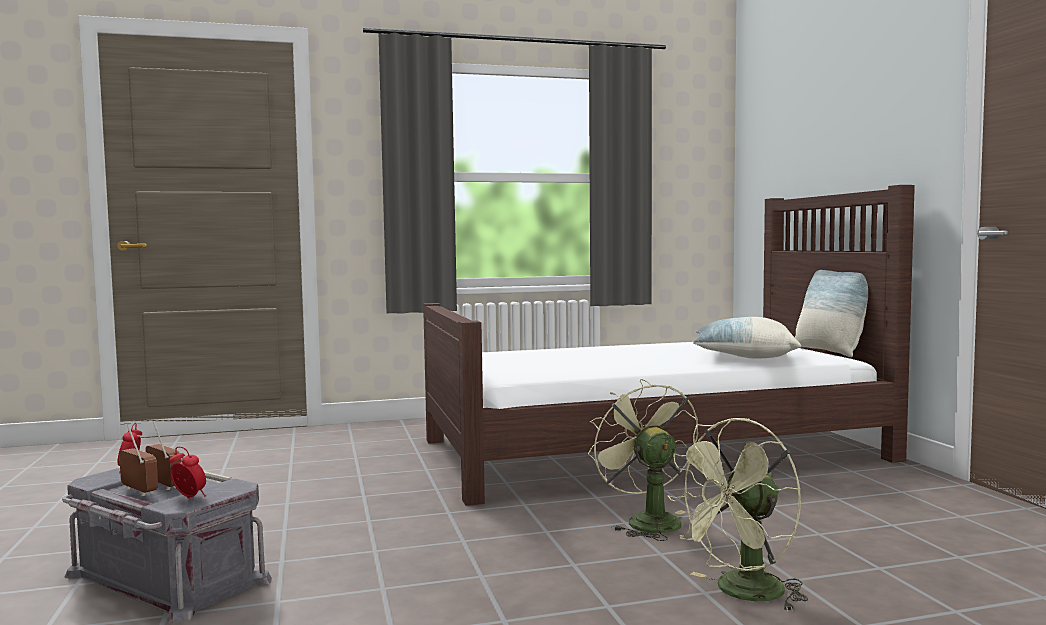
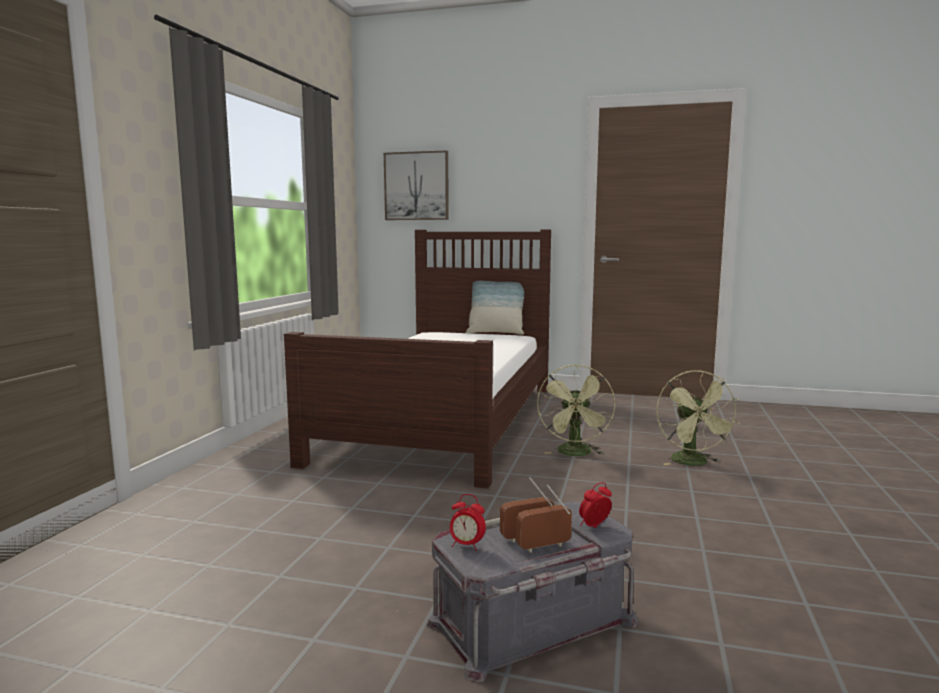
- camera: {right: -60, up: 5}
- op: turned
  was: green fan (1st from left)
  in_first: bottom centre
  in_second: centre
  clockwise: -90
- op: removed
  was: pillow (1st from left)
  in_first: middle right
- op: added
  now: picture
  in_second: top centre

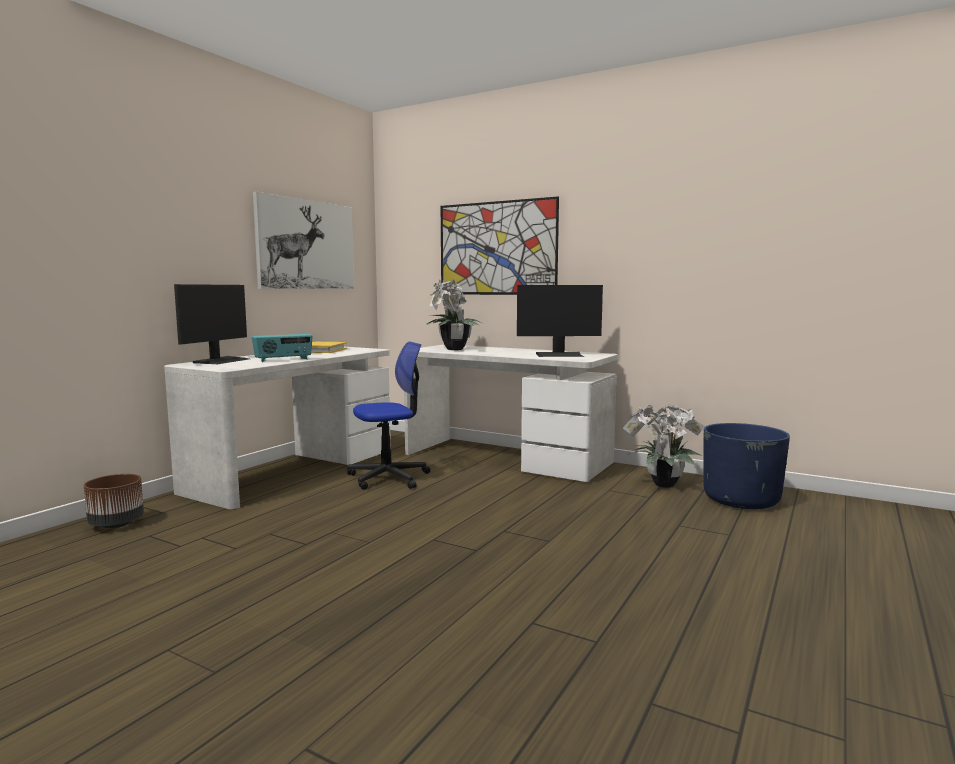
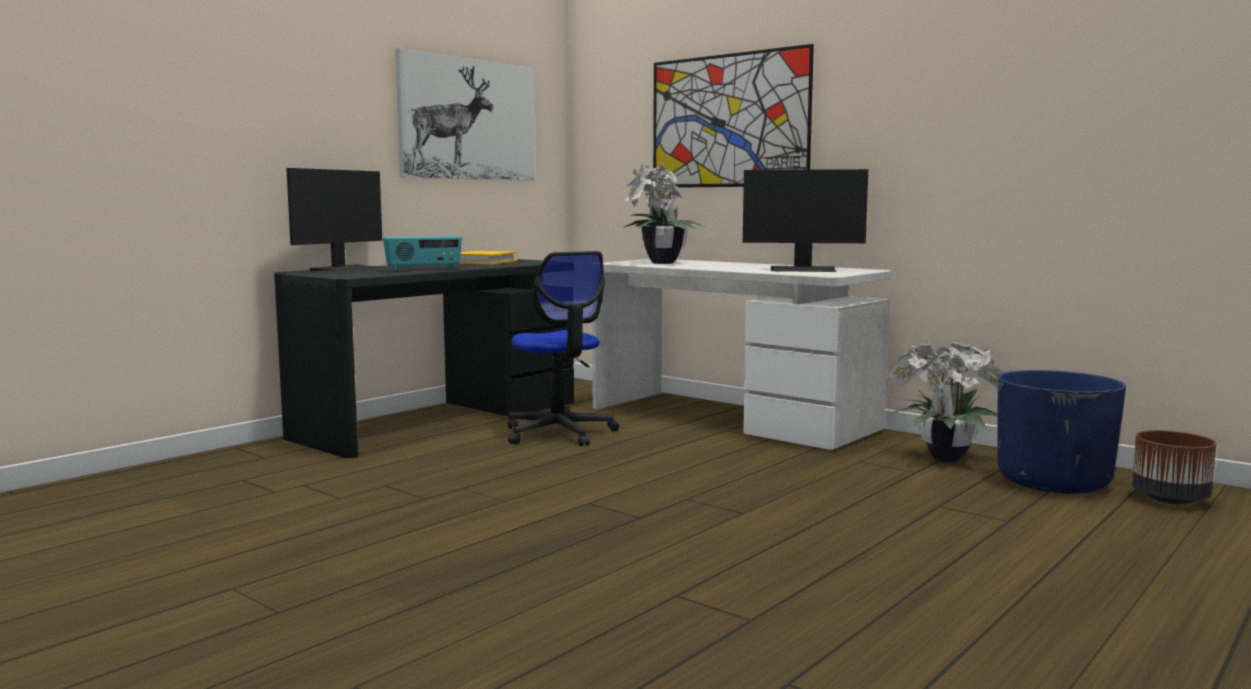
- camera: {right: 10, up: 0}
- op: moved
  was: brown planter
  in_first: middle left
  in_second: bottom right
- op: recoloured
  was: white desk (1st from left)
  now: black desk
  in_first: middle left
  in_second: centre
- op: turned
  was: office chair
  in_first: centre
  in_second: centre
  clockwise: 75

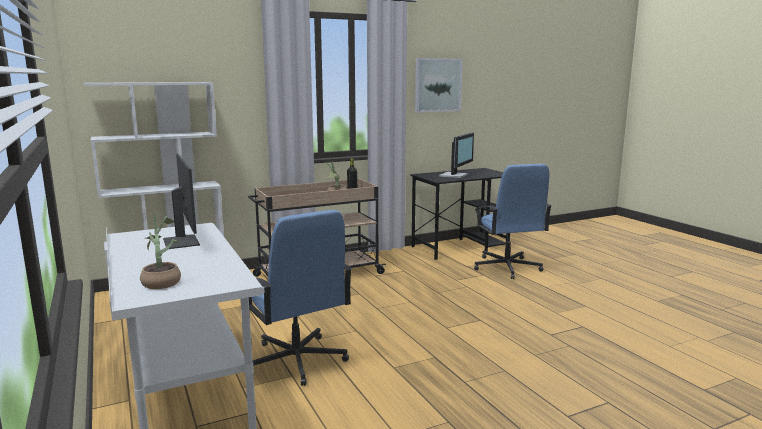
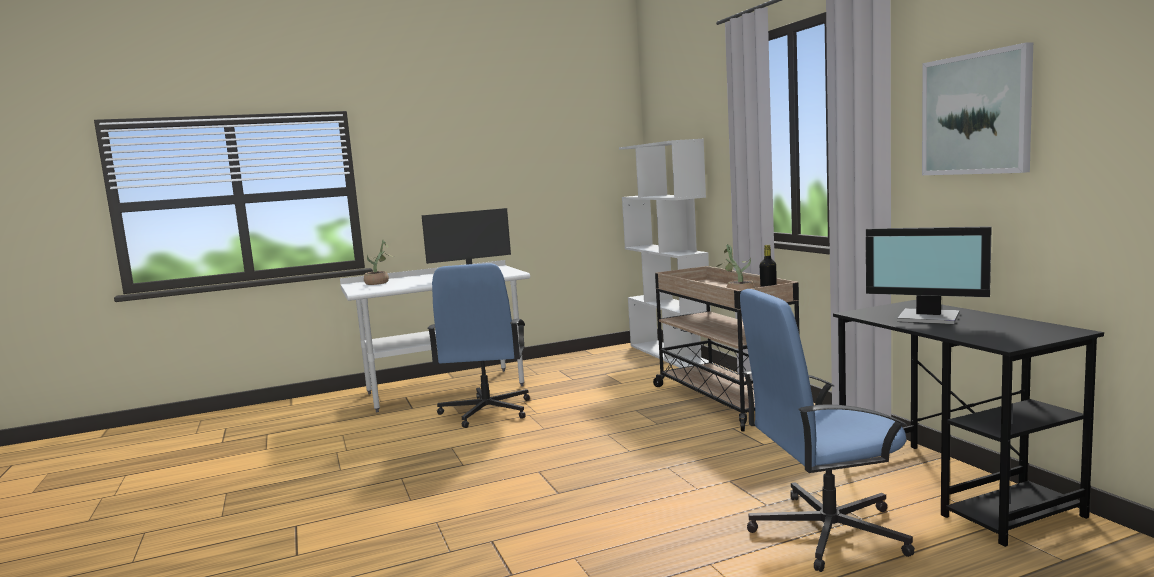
- camera: {right: 95, up: -5}
- op: turned
  was: blue office chair (1st from left)
  in_first: bottom centre
  in_second: centre
  clockwise: -60

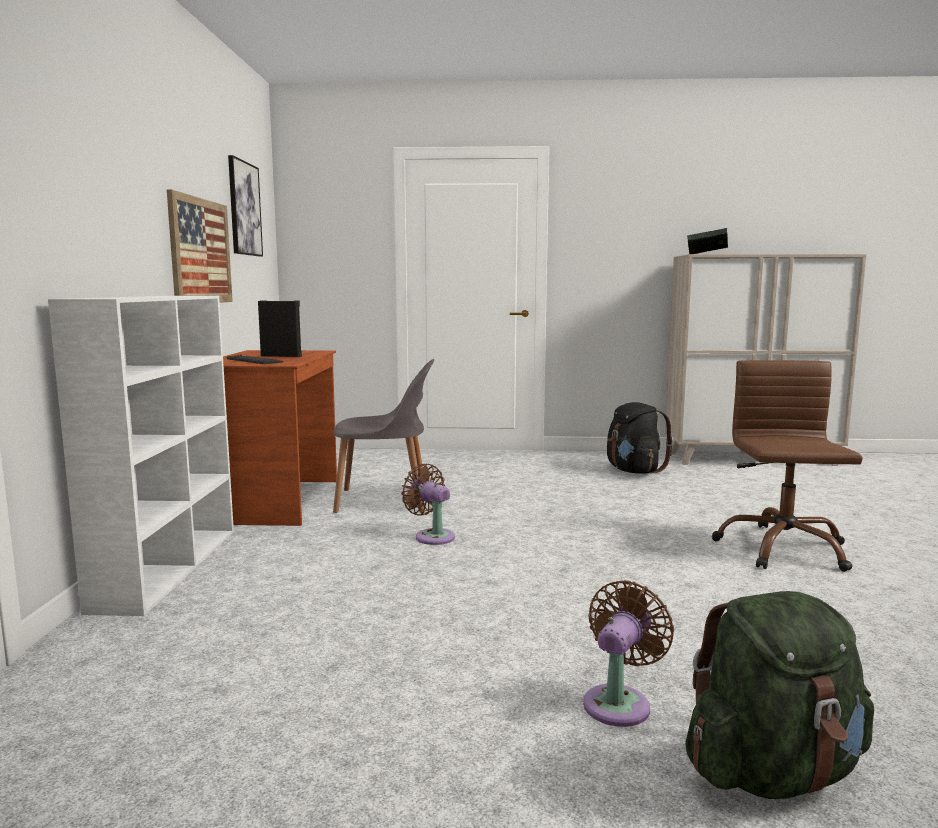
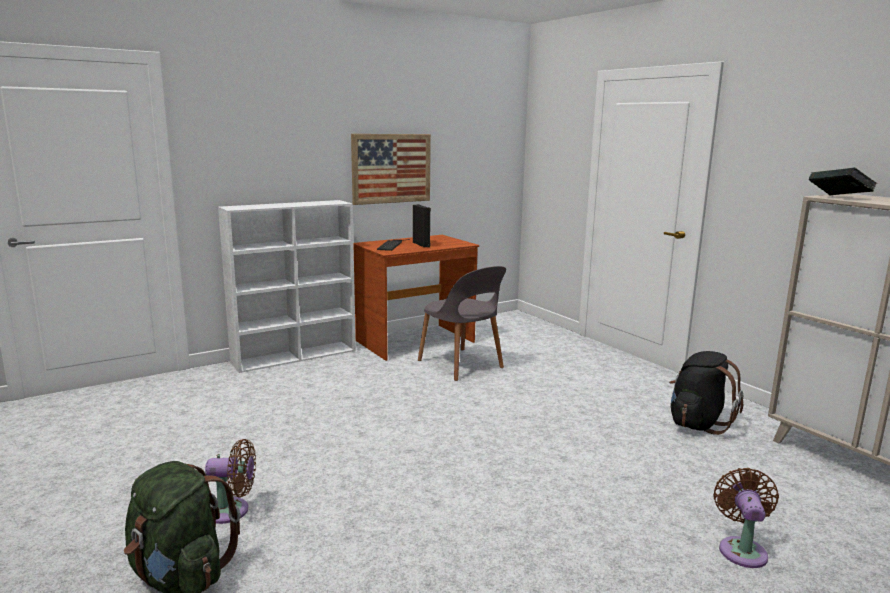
- camera: {right: 55, up: 5}
- op: removed
  was: picture (2nd from left)
  in_first: top left
- op: moved
  was: brown fan (1st from left in the first image)
  now: brown fan (2nd from left)
  in_first: centre
  in_second: bottom right
- op: removed
  was: brown office chair
  in_first: middle right

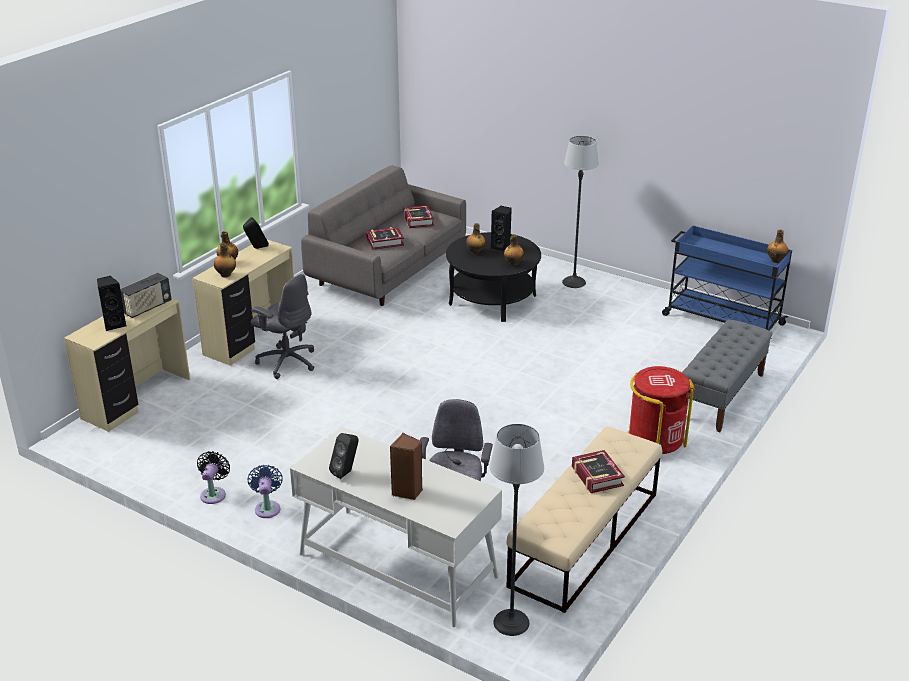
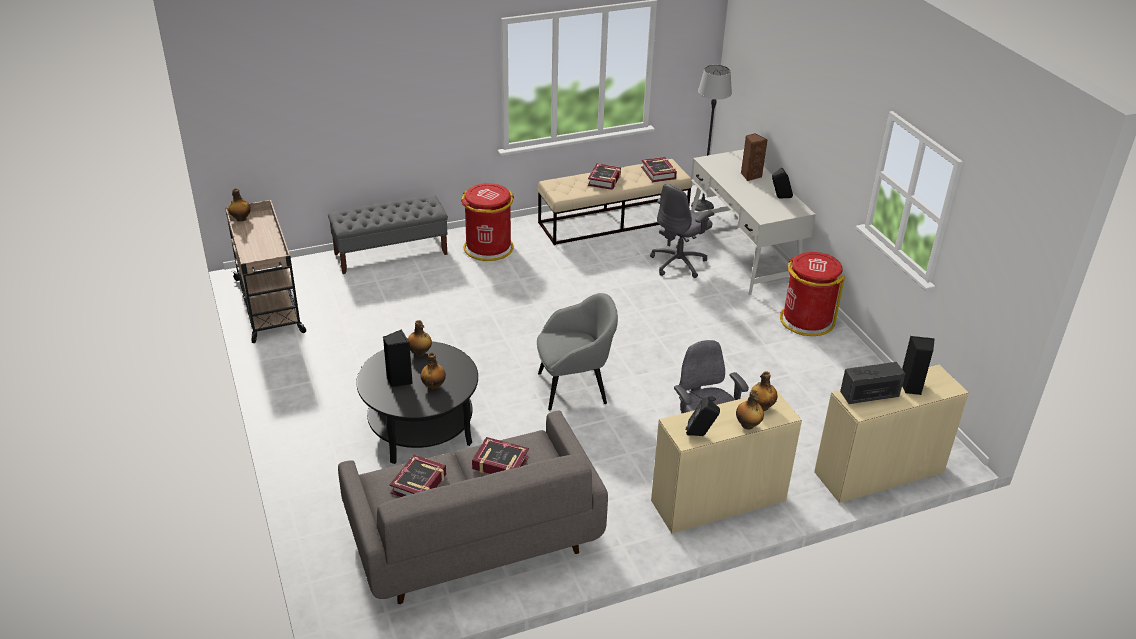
- camera: {right: -145, up: 5}
- op: removed
  was: black fan
  in_first: bottom left
- op: replaced
  was: blue fan
  now: red trash can (2nd from left)
  in_first: bottom left
  in_second: middle right
- op: removed
  was: floor lamp (2nd from left)
  in_first: top centre
- op: recoloured
  was: blue cart
  now: beige cart
  in_first: middle right
  in_second: middle left
- op: added
  now: grey armchair
  in_second: centre
- op: added
  now: book (4th from left)
  in_second: top centre

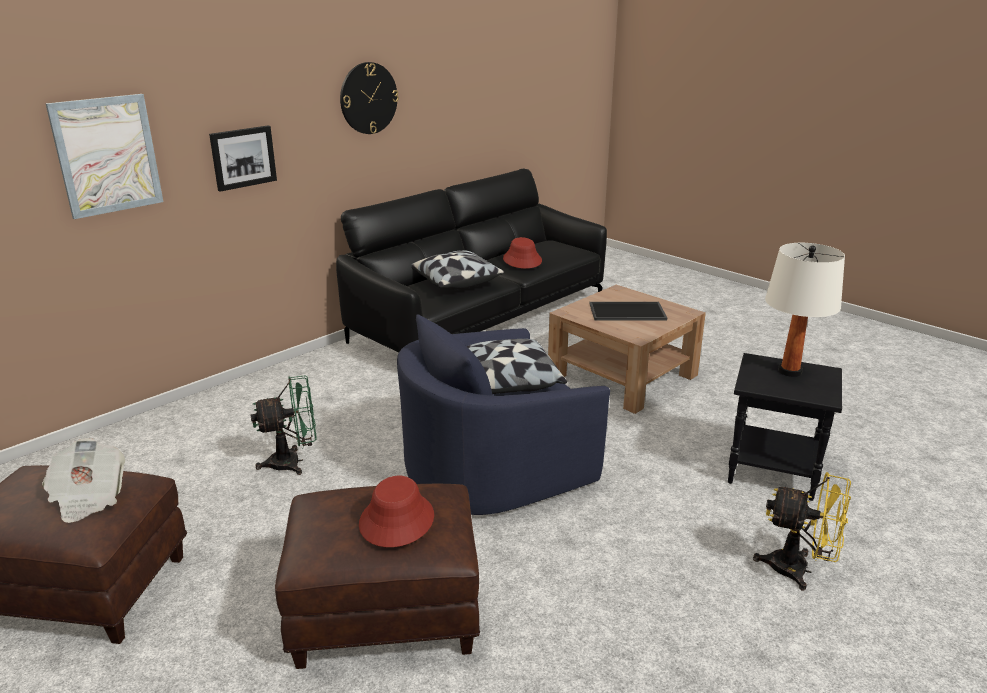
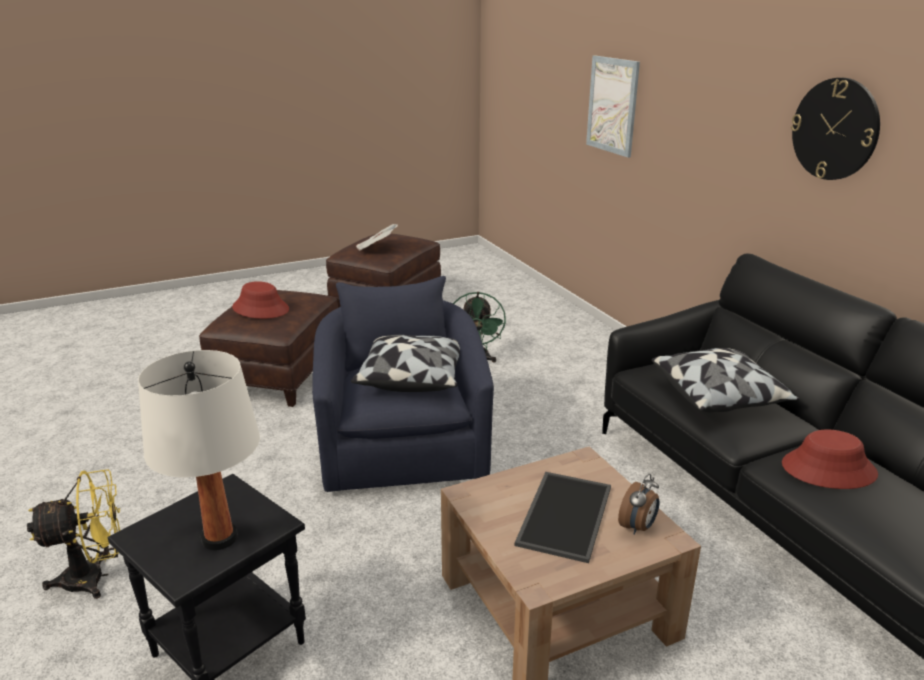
- camera: {right: 110, up: 0}
- op: removed
  was: picture (2nd from left)
  in_first: top left
- op: turned
  was: yellow fan
  in_first: bottom right
  in_second: bottom left
  clockwise: -150
- op: added
  now: alarm clock
  in_second: bottom right

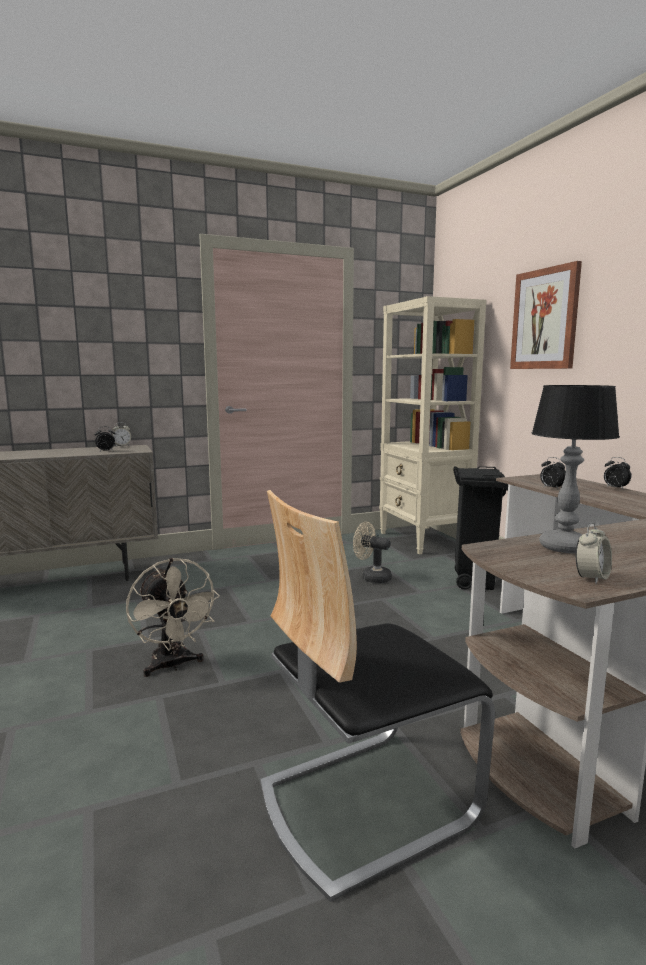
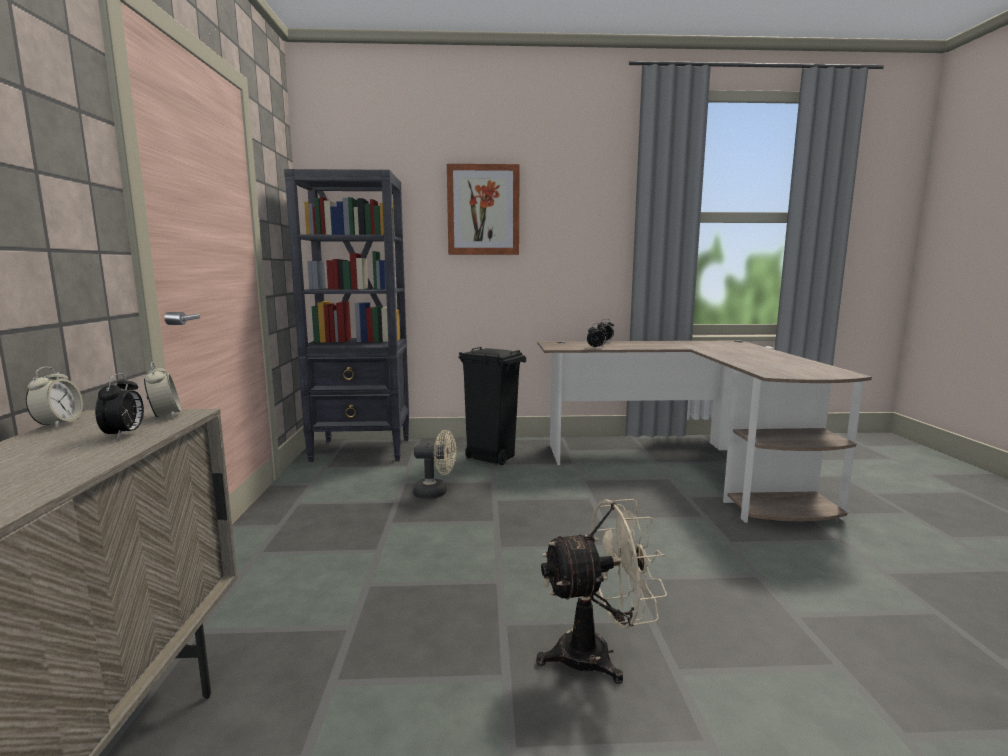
- camera: {right: -70, up: 0}
- op: removed
  was: chair
  in_first: bottom centre
- op: turned
  was: beige fan (2nd from left in the first image)
  in_first: centre
  in_second: centre
  clockwise: -135
- op: recoloured
  was: beige bookcase
  now: black bookcase
  in_first: middle right
  in_second: centre
- op: removed
  was: table lamp
  in_first: middle right
- op: moved
  was: alarm clock (4th from left in the first image)
  now: alarm clock (3rd from left)
  in_first: middle right
  in_second: middle left

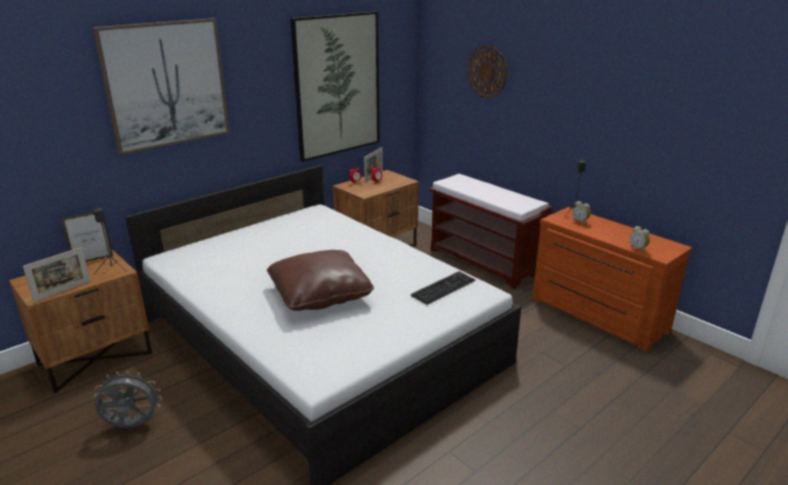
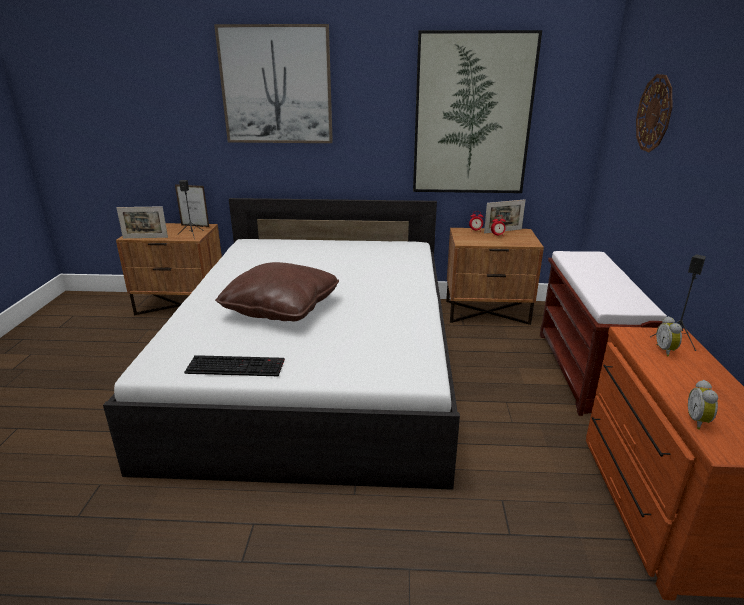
- camera: {right: 45, up: 0}
- op: removed
  was: grey fan
  in_first: bottom left
- op: moved
  was: keyboard
  in_first: centre
  in_second: middle left

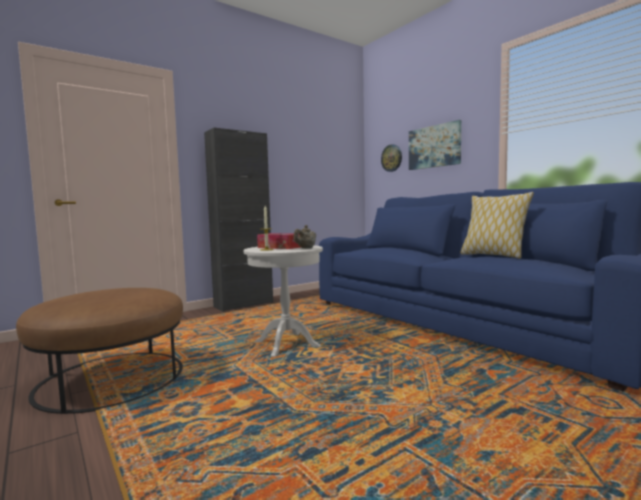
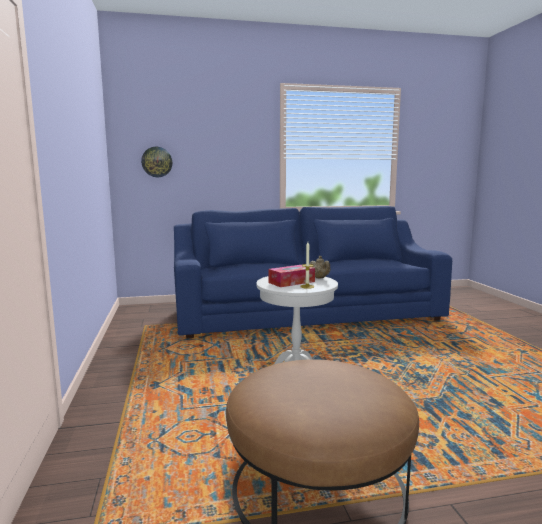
- camera: {right: -65, up: 5}
- op: removed
  was: black cabinet
  in_first: centre
- op: removed
  was: picture
  in_first: top right
- op: removed
  was: pillow
  in_first: middle right

